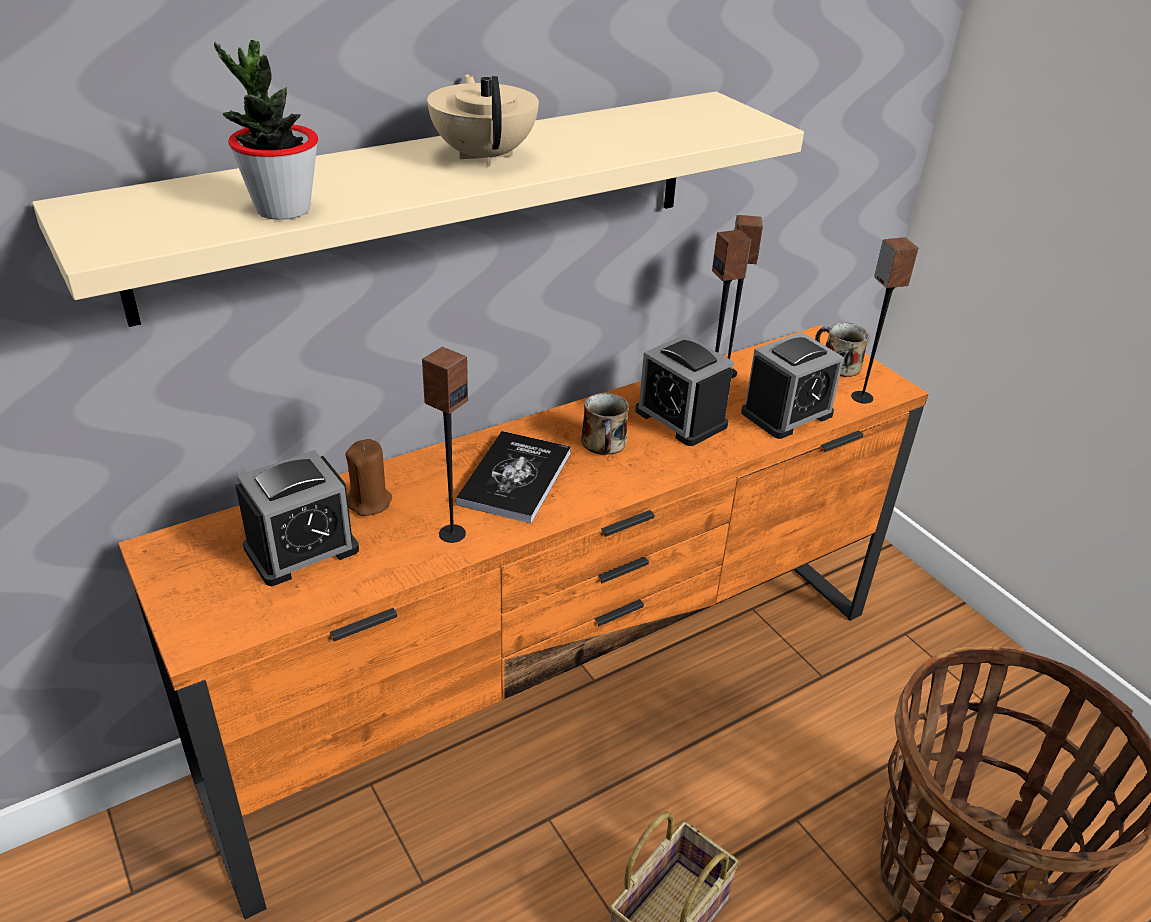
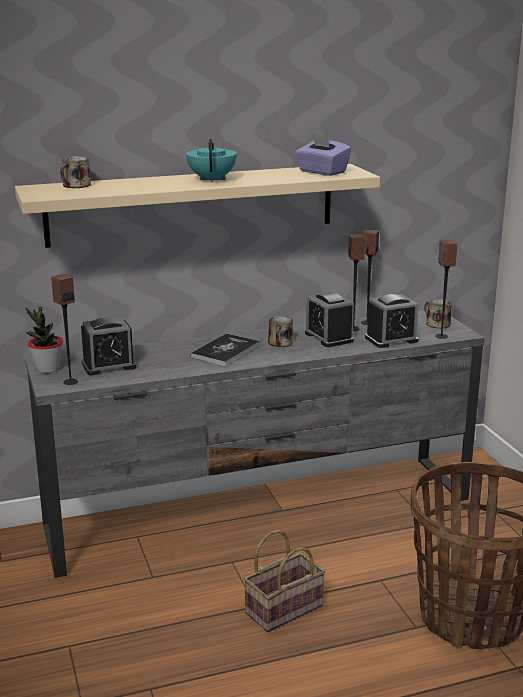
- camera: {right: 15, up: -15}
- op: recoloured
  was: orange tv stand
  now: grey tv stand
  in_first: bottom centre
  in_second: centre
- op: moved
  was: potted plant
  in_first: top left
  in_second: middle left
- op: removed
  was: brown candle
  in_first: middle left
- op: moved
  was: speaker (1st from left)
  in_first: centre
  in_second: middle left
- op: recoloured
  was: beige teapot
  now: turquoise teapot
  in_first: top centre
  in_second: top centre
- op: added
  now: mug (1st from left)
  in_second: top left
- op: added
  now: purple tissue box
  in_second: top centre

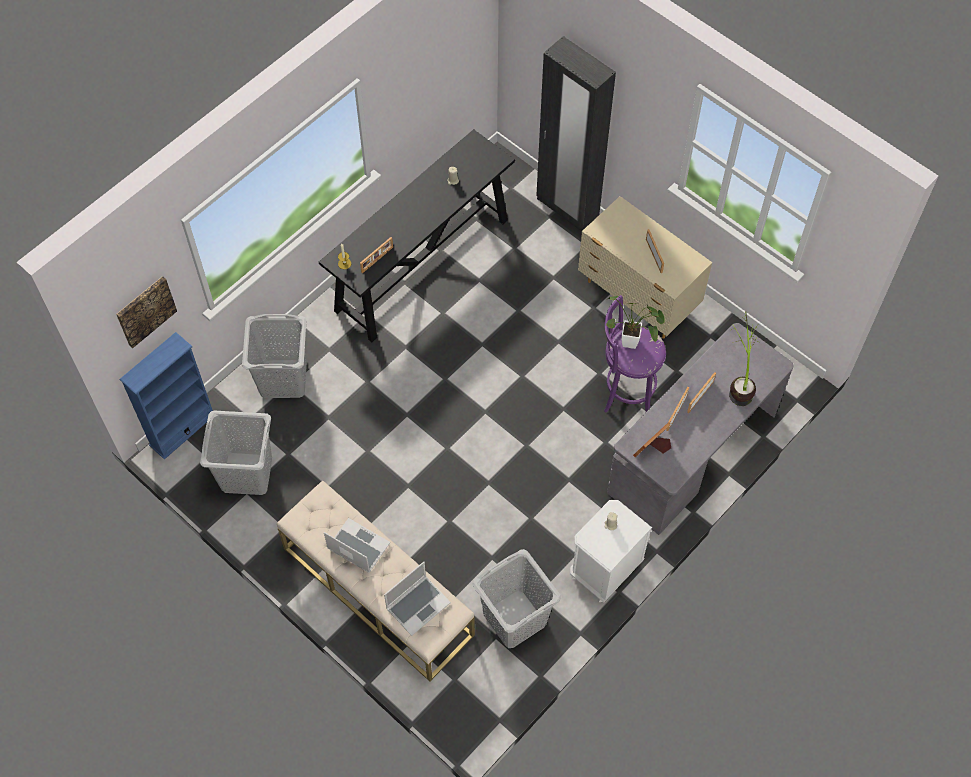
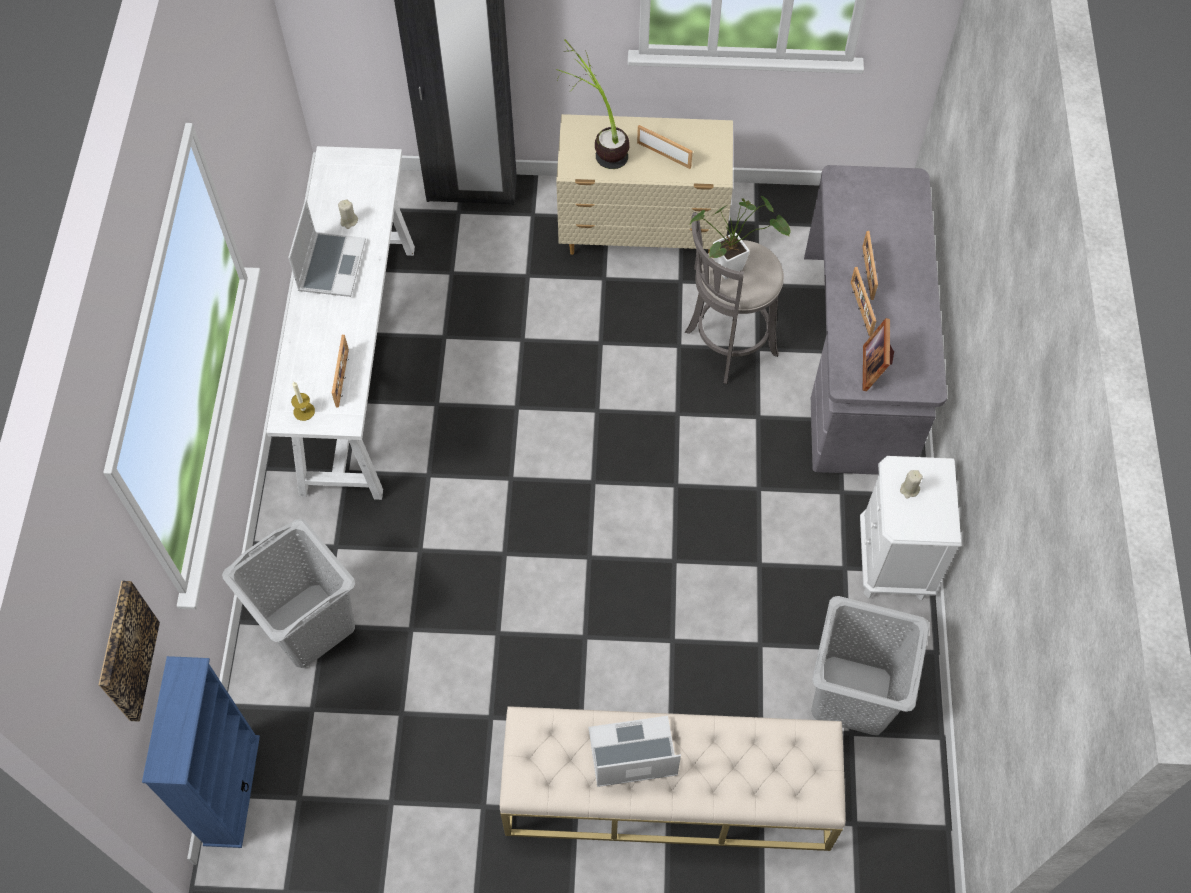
- camera: {right: -40, up: 0}
- op: removed
  was: grey laundry basket (1st from left)
  in_first: middle left
- op: recoloured
  was: black console table
  now: white console table
  in_first: top centre
  in_second: middle left
- op: moved
  was: laptop (2nd from left in the first image)
  now: laptop (1st from left)
  in_first: bottom centre
  in_second: top left
- op: recoloured
  was: purple stool
  now: grey stool
  in_first: centre
  in_second: centre
- op: moved
  was: potted plant (2nd from left in the first image)
  now: potted plant (1st from left)
  in_first: middle right
  in_second: top centre

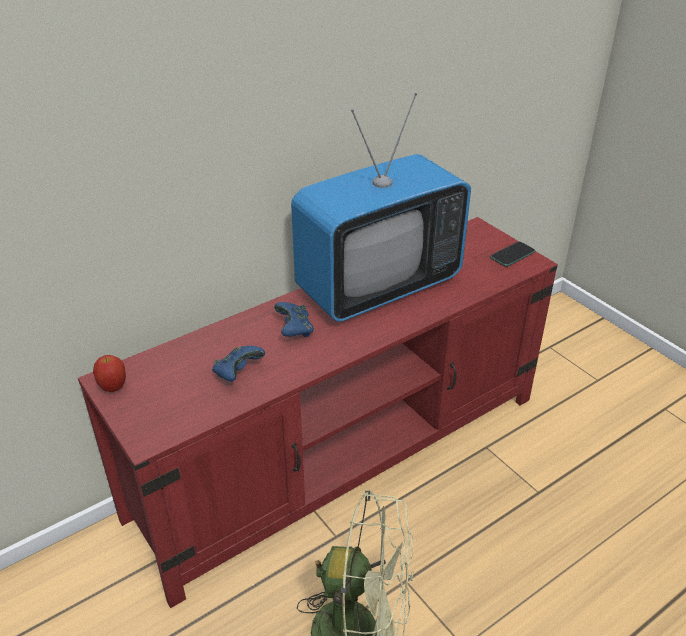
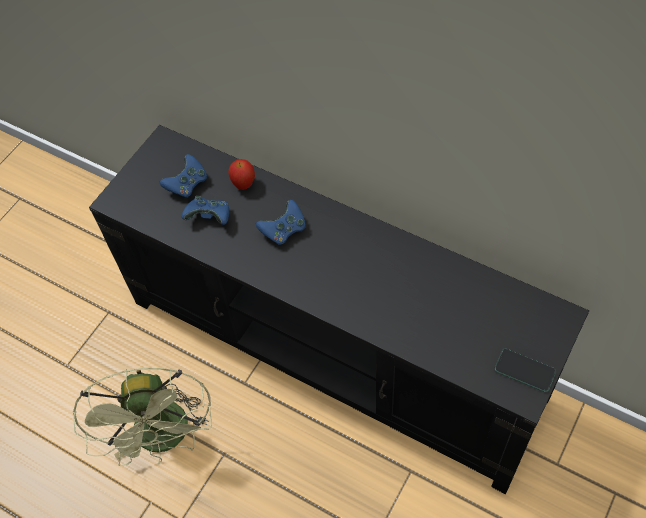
- camera: {right: 70, up: 20}
- op: recoloured
  was: red tv stand
  now: black tv stand
  in_first: centre
  in_second: centre
- op: moved
  was: apple
  in_first: middle left
  in_second: centre
- op: removed
  was: television
  in_first: top centre
- op: added
  now: blue game controller (1st from left)
  in_second: middle left

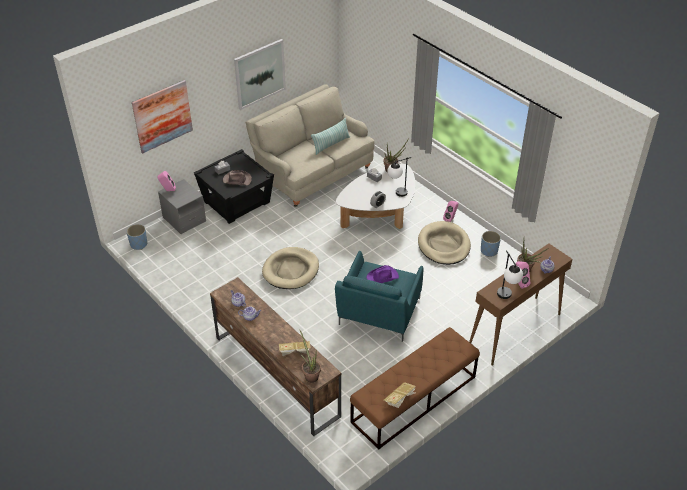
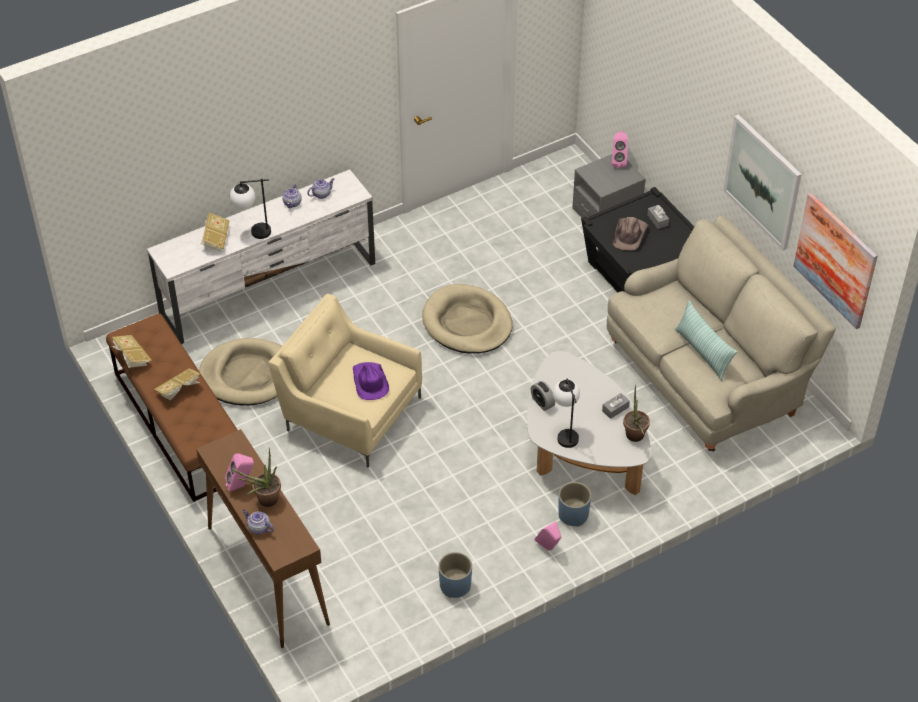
- camera: {right: 100, up: 5}
- op: moved
  was: blue planter (1st from left in the first image)
  now: blue planter (2nd from left)
  in_first: middle left
  in_second: bottom centre
- op: moved
  was: picture (1st from left in the first image)
  now: picture (2nd from left)
  in_first: top left
  in_second: middle right
- op: recoloured
  was: brown tv stand
  now: white tv stand
  in_first: bottom centre
  in_second: middle left
- op: removed
  was: potted plant (1st from left)
  in_first: bottom centre
- op: recoloured
  was: turquoise armchair
  now: beige armchair
  in_first: centre
  in_second: centre
- op: moved
  was: beige dog bed (2nd from left in the first image)
  now: beige dog bed (1st from left)
  in_first: centre
  in_second: middle left
- op: moved
  was: table lamp (2nd from left in the first image)
  now: table lamp (1st from left)
  in_first: middle right
  in_second: top left
- op: added
  now: book (2nd from left)
  in_second: middle left

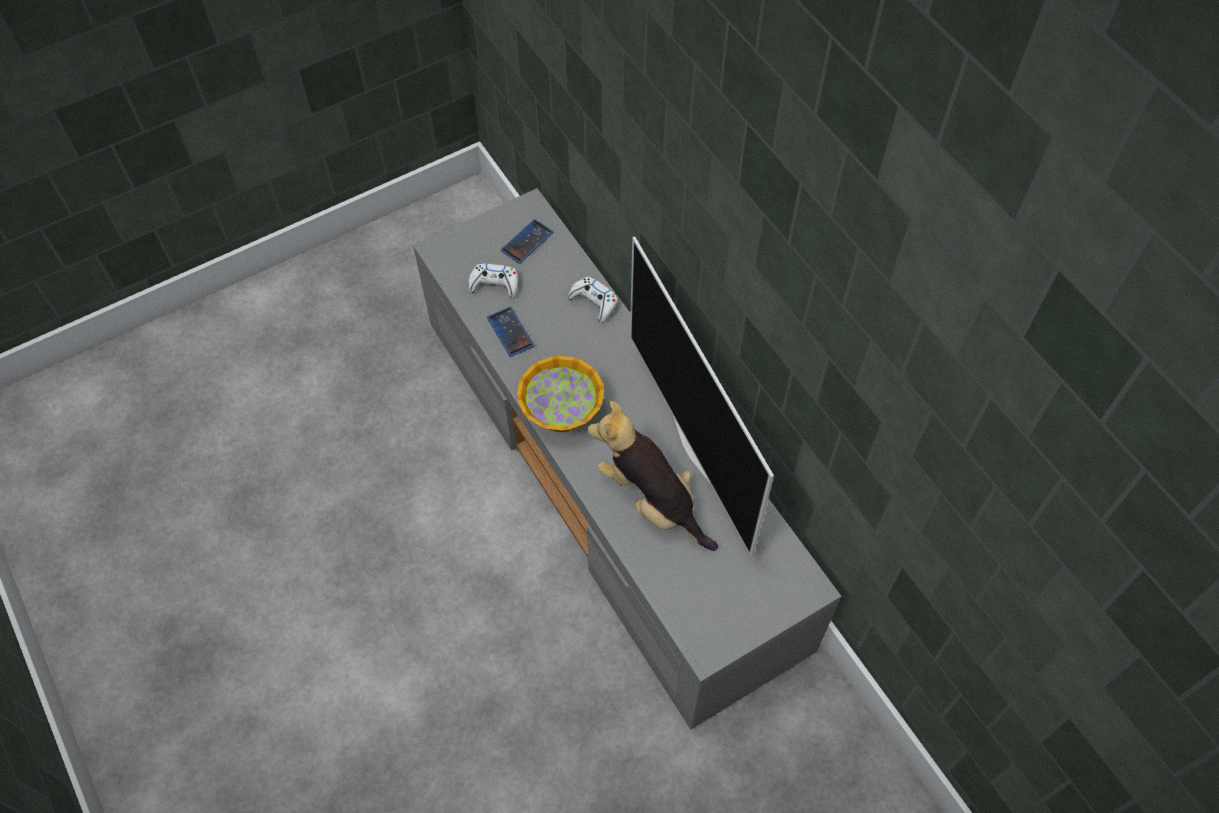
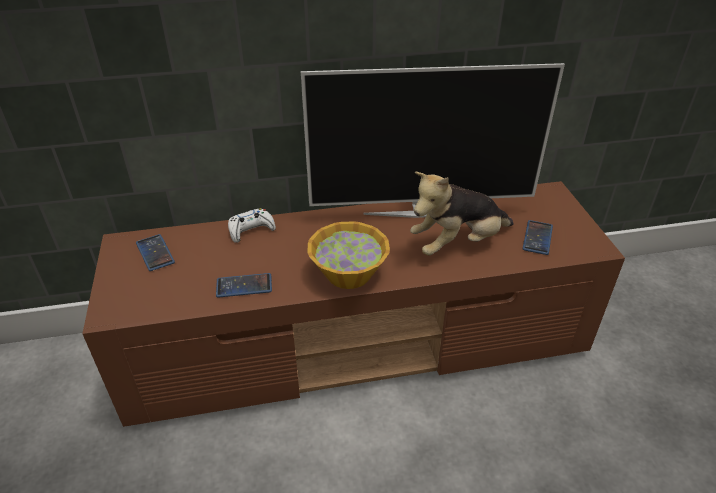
- camera: {right: -70, up: -20}
- op: recoloured
  was: grey tv stand
  now: brown tv stand
  in_first: centre
  in_second: centre
- op: removed
  was: white game controller (1st from left)
  in_first: centre
- op: added
  now: phone (3rd from left)
  in_second: middle right

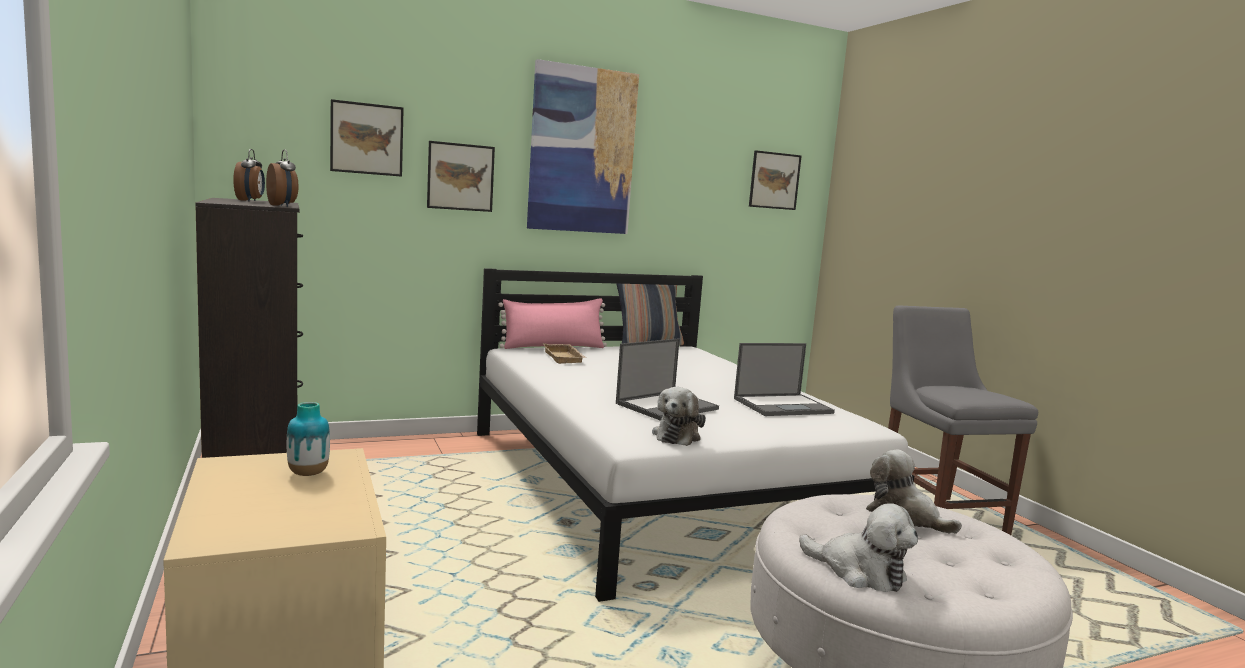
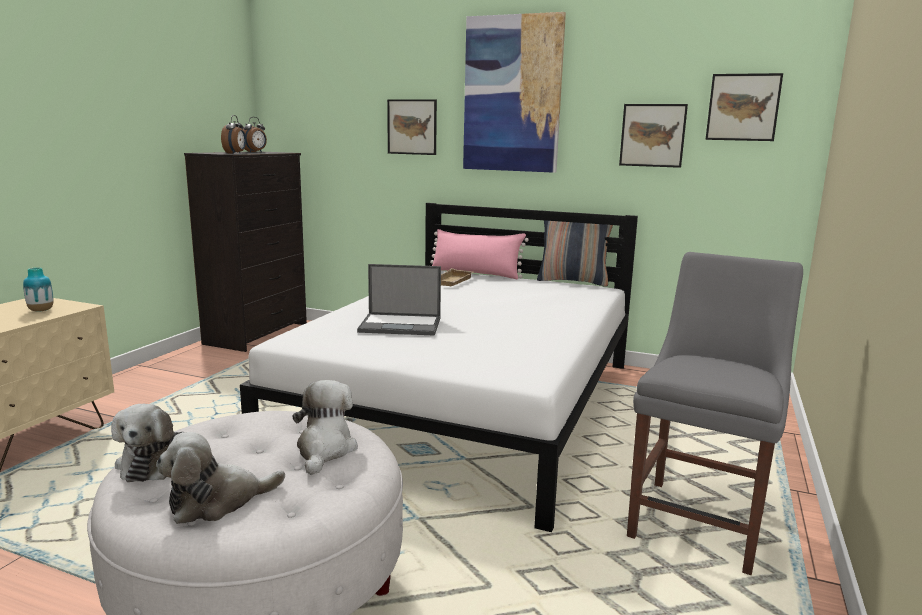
- camera: {right: 45, up: 5}
- op: moved
  was: picture (1st from left in the first image)
  now: picture (3rd from left)
  in_first: top left
  in_second: top right
- op: moved
  was: plush toy (1st from left in the first image)
  now: plush toy (2nd from left)
  in_first: centre
  in_second: bottom left
- op: removed
  was: laptop (2nd from left)
  in_first: centre

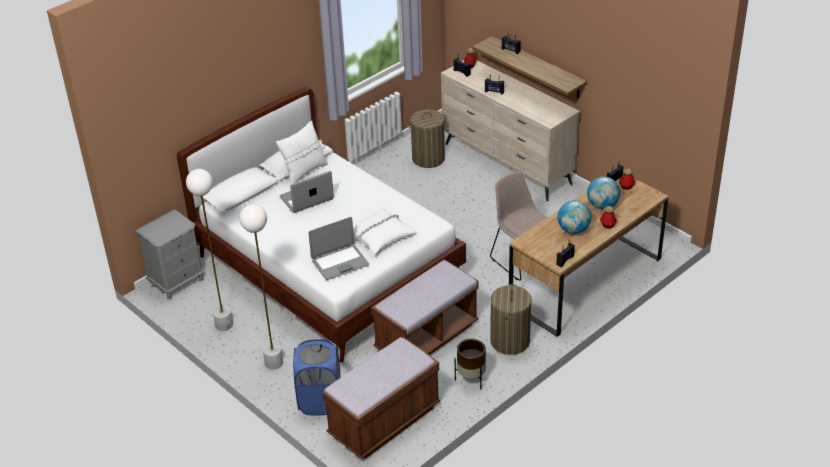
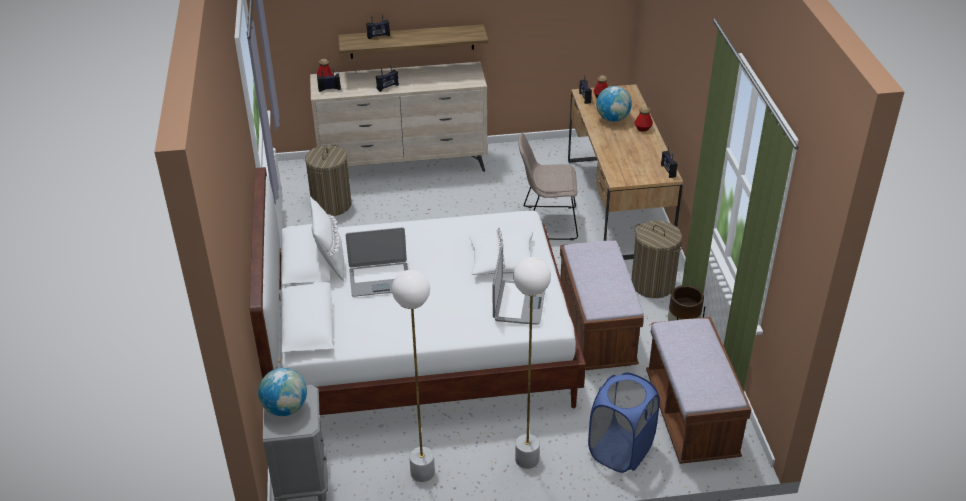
- camera: {right: -55, up: 0}
- op: turned
  was: laptop (1st from left)
  in_first: centre
  in_second: centre
  clockwise: -105
- op: moved
  was: globe (1st from left)
  in_first: middle right
  in_second: bottom left

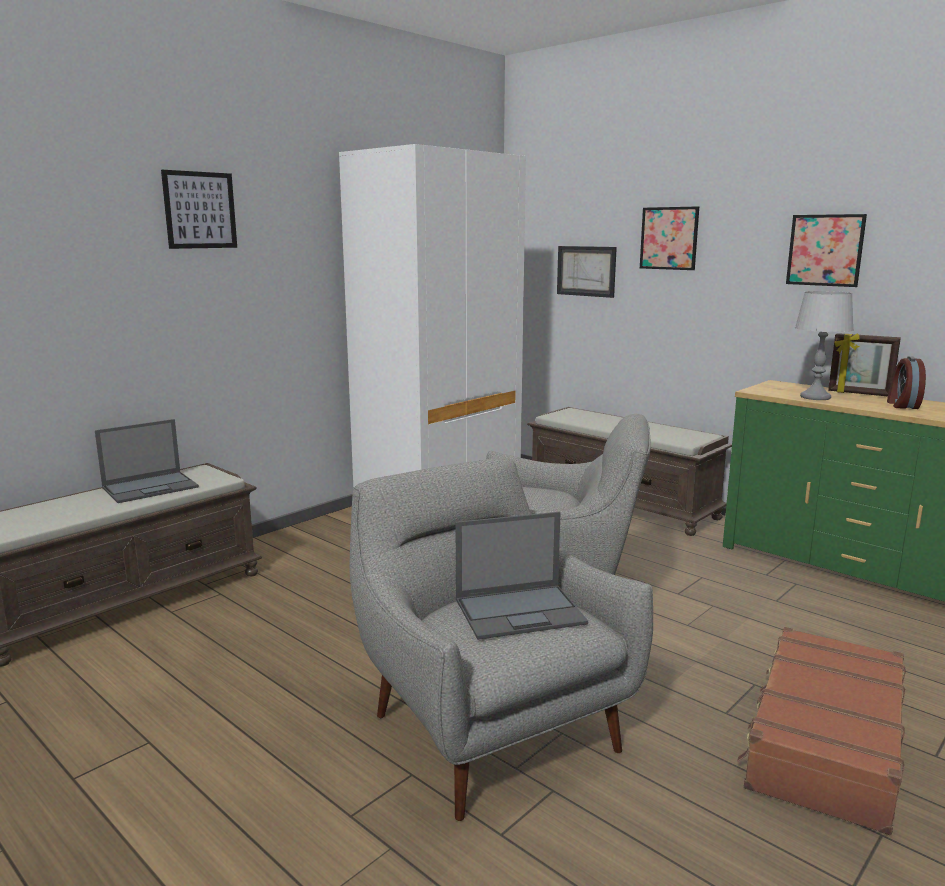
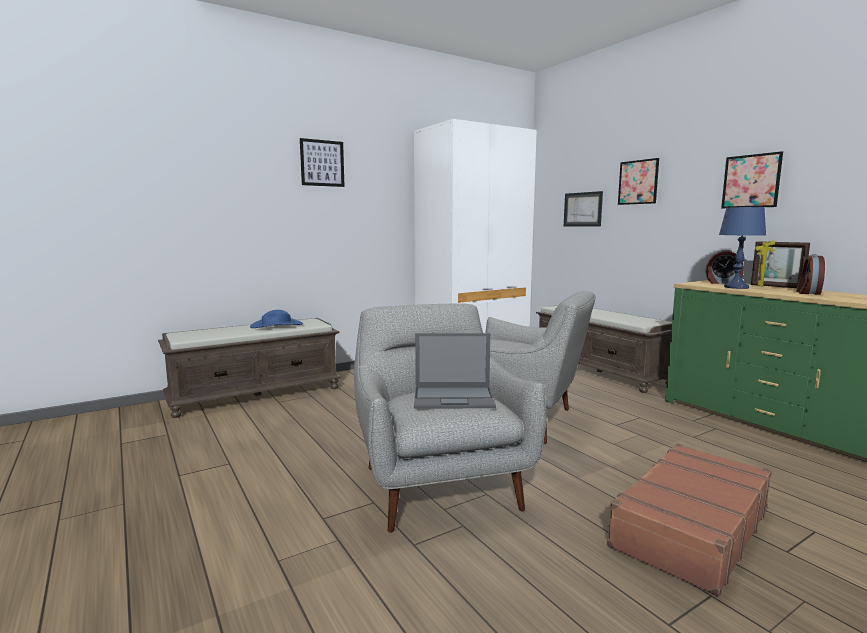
- camera: {right: 15, up: -5}
- op: replaced
  was: laptop (1st from left)
  now: blue hat
  in_first: middle left
  in_second: middle left
- op: recoloured
  was: grey table lamp
  now: blue table lamp
  in_first: middle right
  in_second: middle right
- op: added
  now: alarm clock (1st from left)
  in_second: middle right

